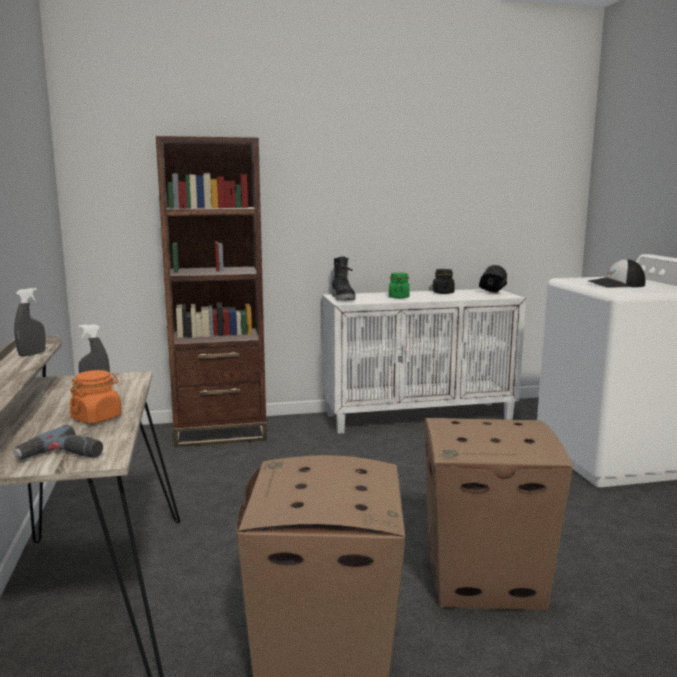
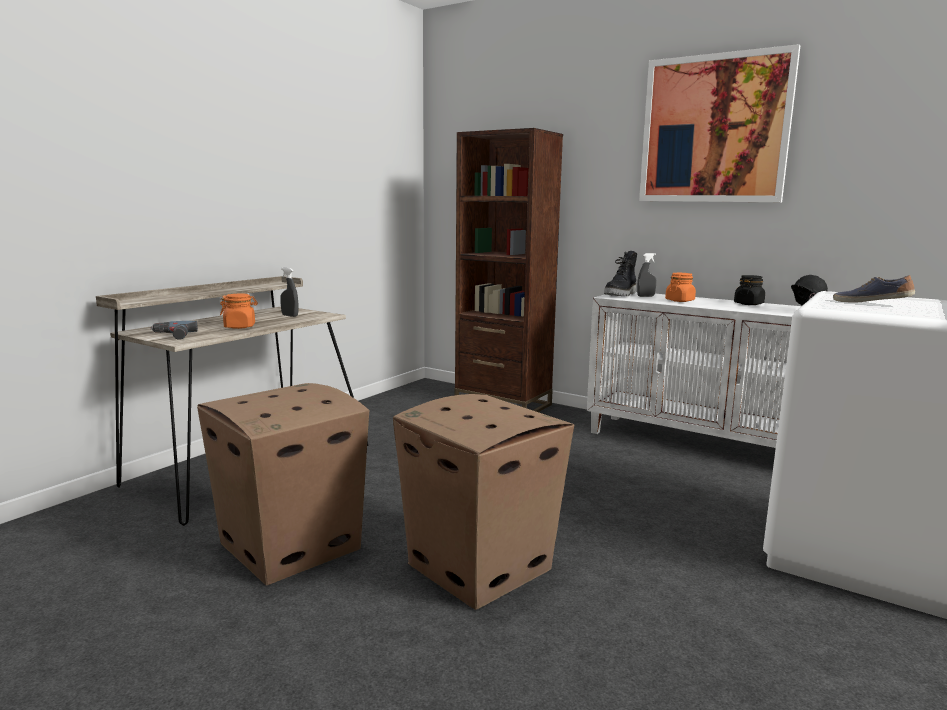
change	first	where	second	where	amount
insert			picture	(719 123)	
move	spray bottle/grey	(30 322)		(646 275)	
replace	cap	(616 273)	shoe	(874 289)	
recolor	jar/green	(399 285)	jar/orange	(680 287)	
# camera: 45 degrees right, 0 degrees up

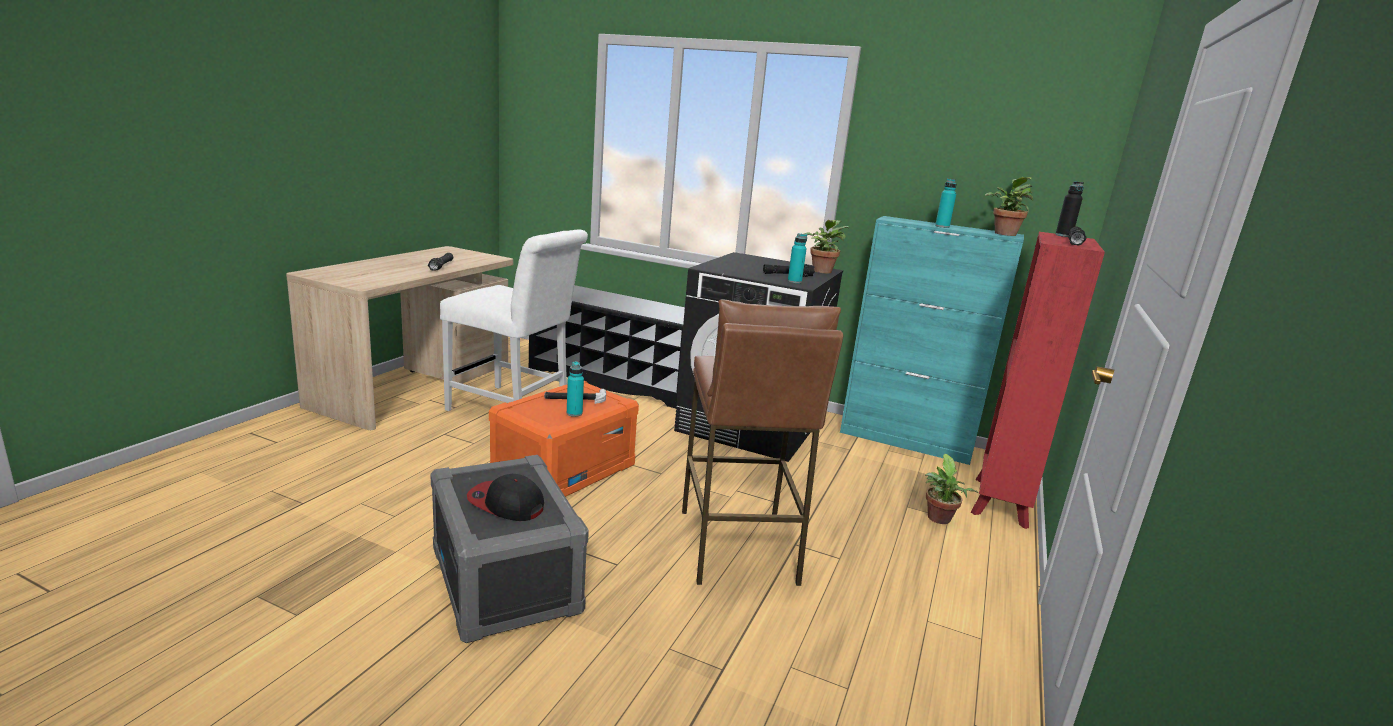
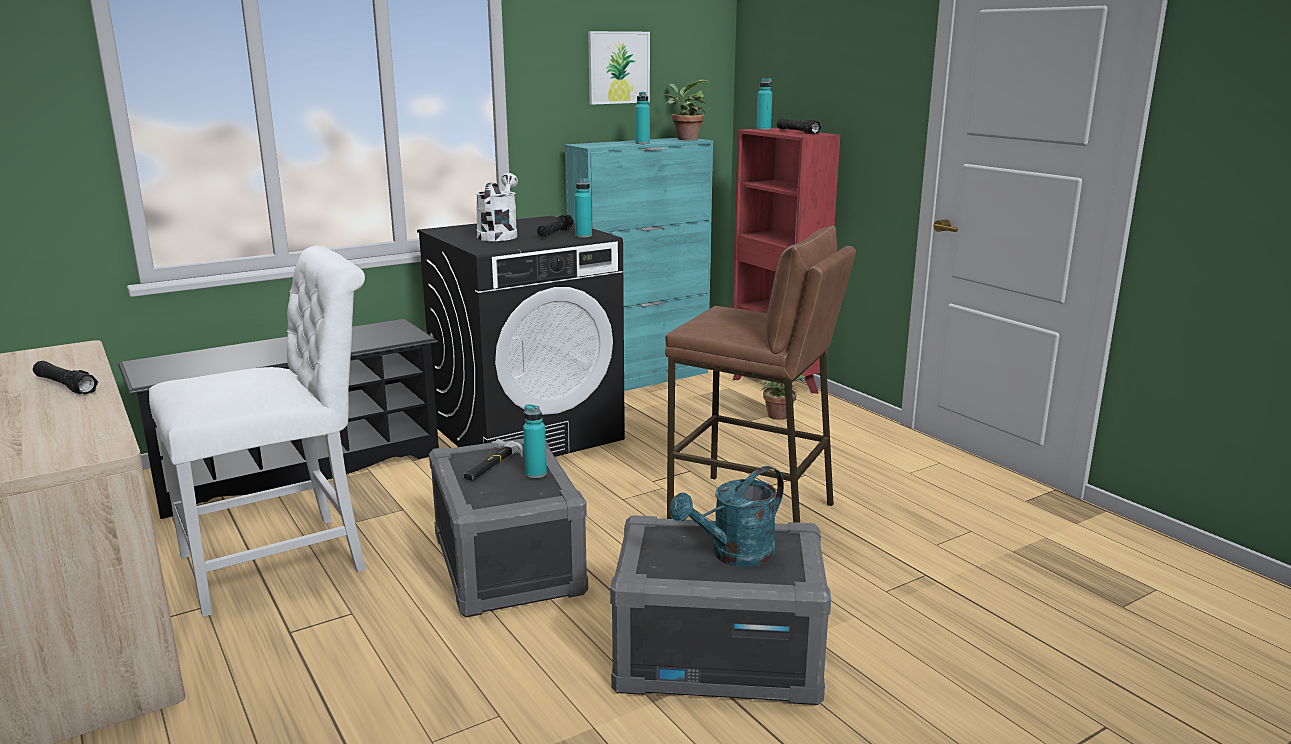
change	first	where	second	where	amount
delete	potted plant	(826 247)			
insert			watering can/white	(496 207)	
insert			picture	(619 68)	
replace	cap	(505 497)	watering can/turquoise	(727 516)	
recolor	storage box/orange	(564 439)	storage box/grey	(508 527)	
recolor	bottle/black	(1069 209)	bottle/turquoise	(764 104)	
# camera: 55 degrees left, 0 degrees up

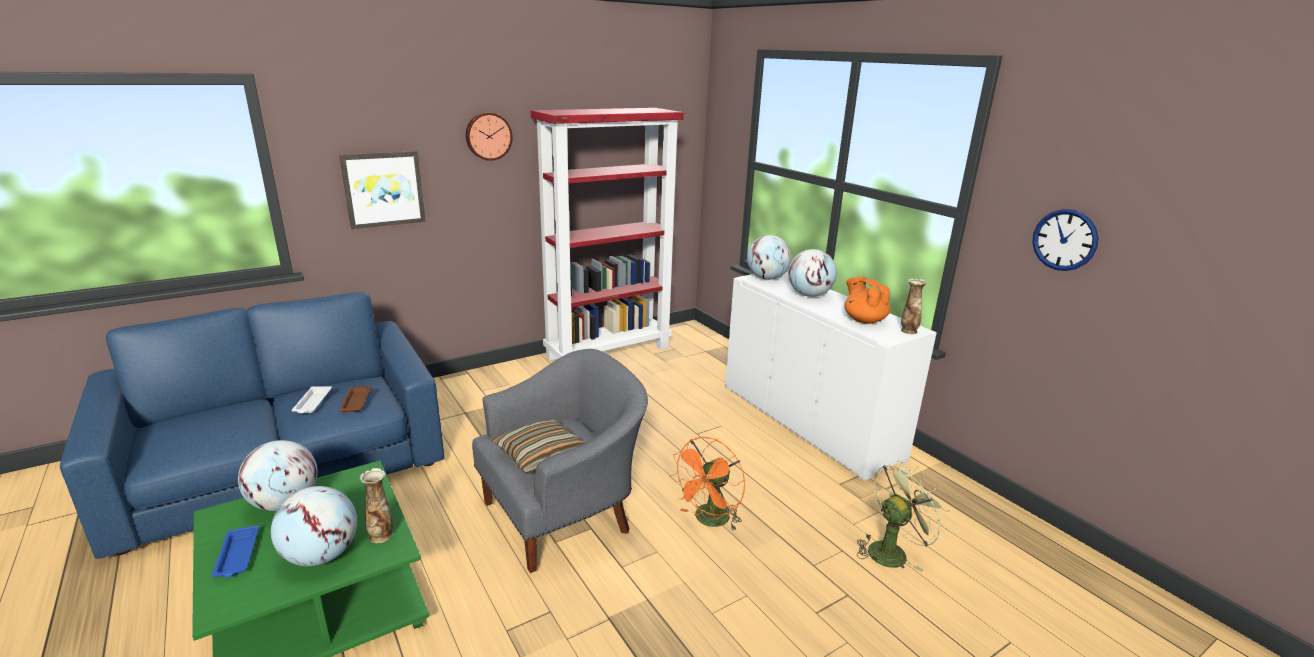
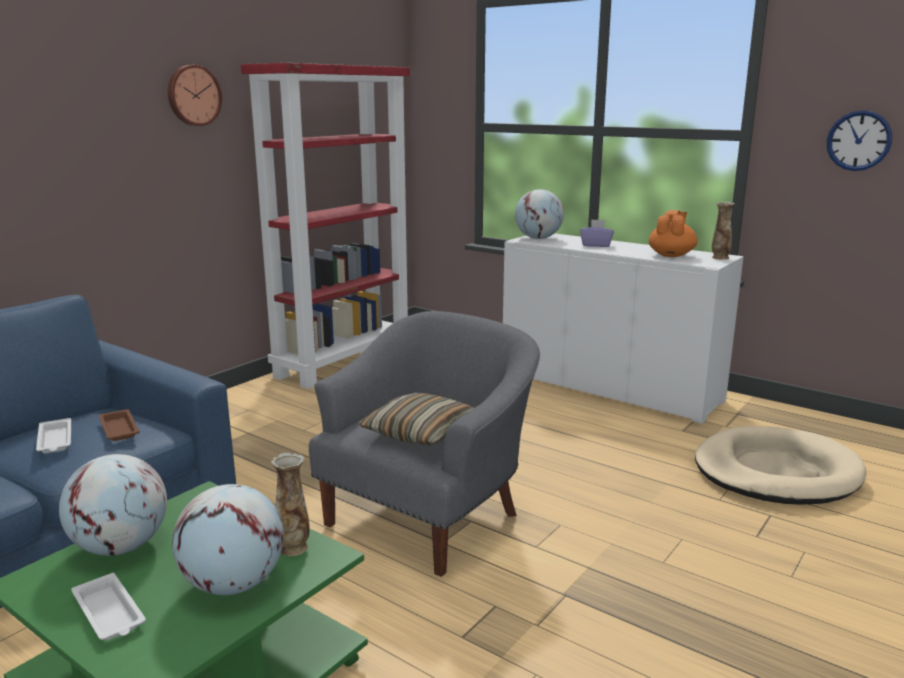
change	first	where	second	where	amount
delete	picture	(382 190)			
delete	fan/orange	(707 484)			
replace	globe	(812 273)	tissue box/purple	(597 233)	
replace	fan/green	(903 516)	dog bed/beige	(780 465)	
recolor	tray/blue	(235 551)	tray/white	(108 606)	
rotate	teapot/orange	(867 300)		(673 233)	75 degrees clockwise
# camera: 20 degrees left, 5 degrees down

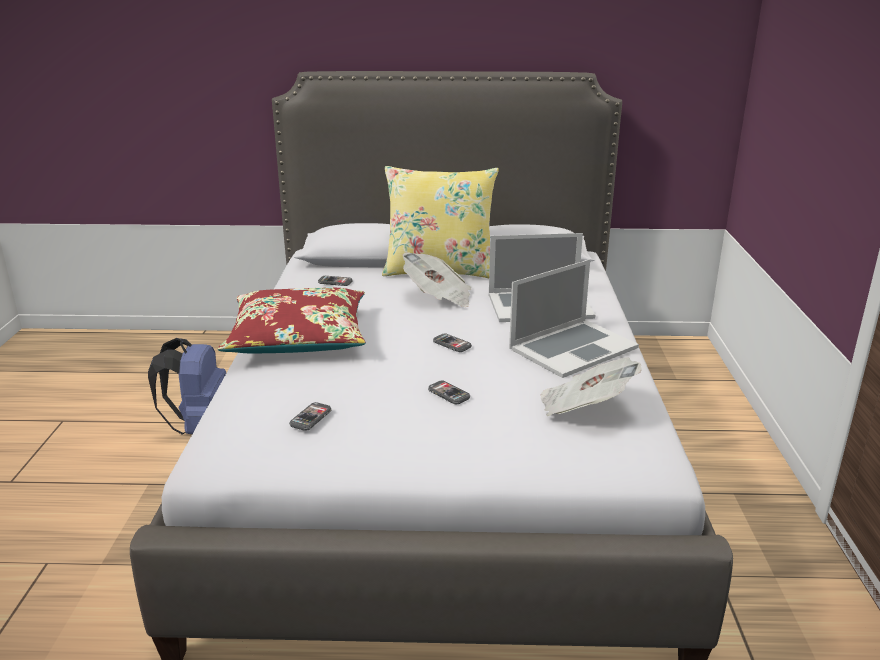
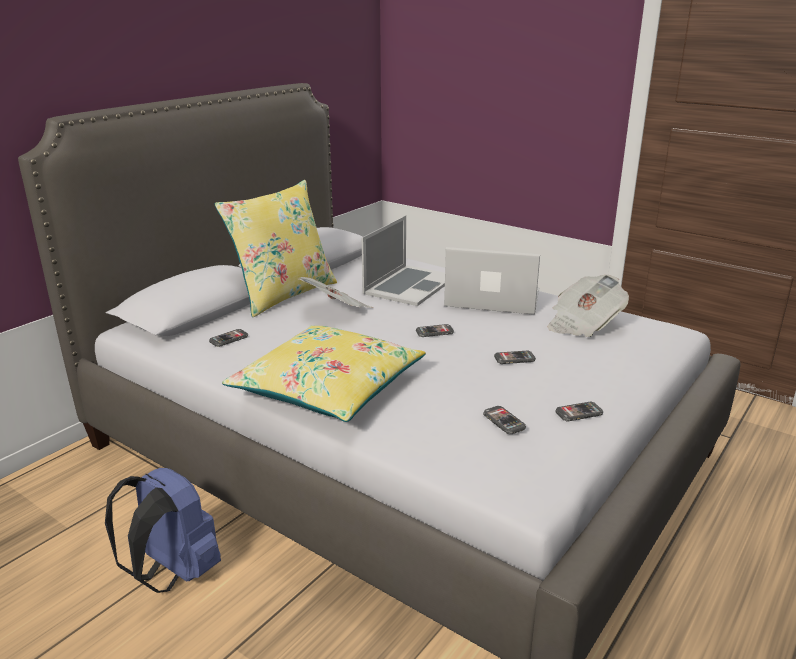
change	first	where	second	where	amount
insert			phone	(579 411)	
recolor	pillow/red	(292 320)	pillow/yellow	(324 373)	
rotate	laptop	(574 318)		(492 281)	75 degrees counterclockwise
# camera: 55 degrees left, 0 degrees up

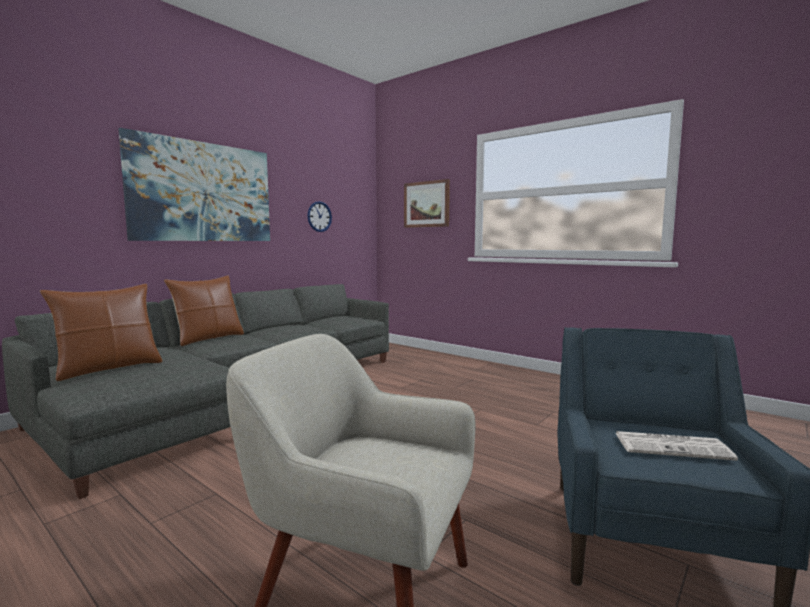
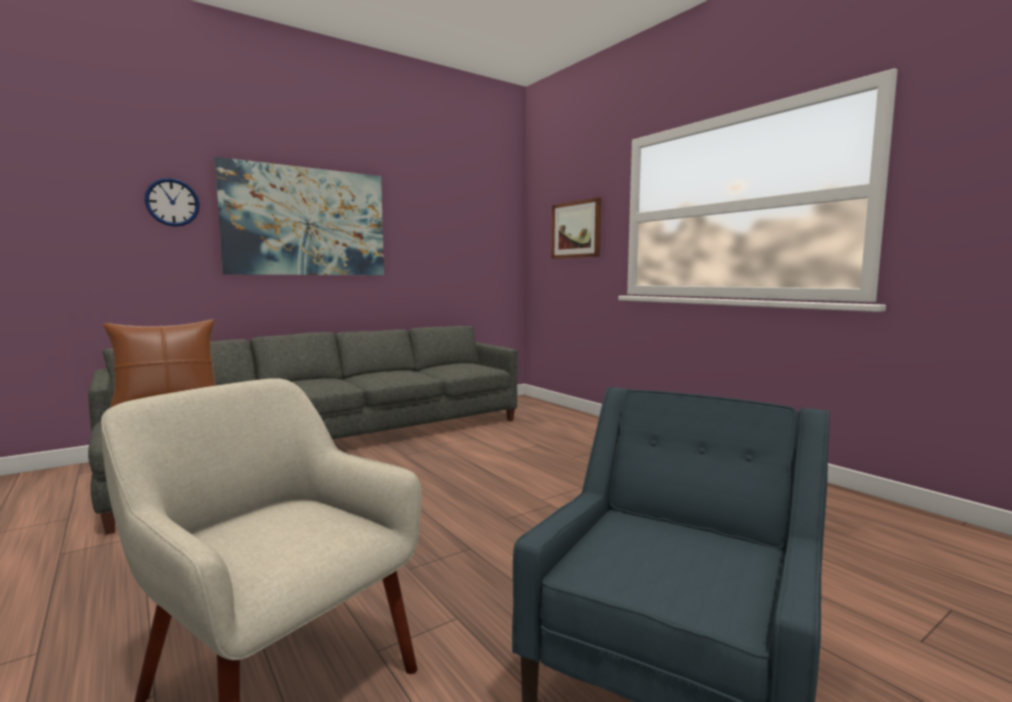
change	first	where	second	where	amount
delete	pillow/brown	(204 310)			
delete	newspaper	(676 446)			
move	wall clock	(320 216)		(172 202)	
# camera: 15 degrees right, 0 degrees up

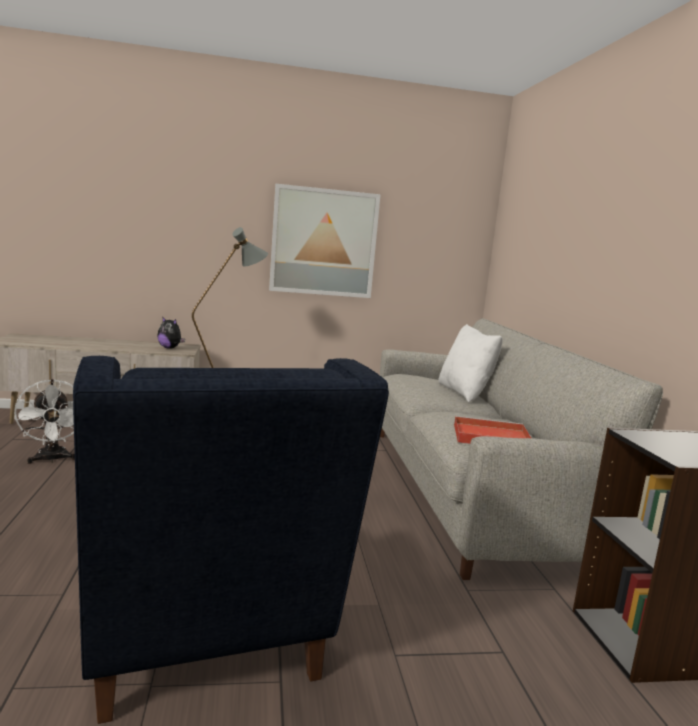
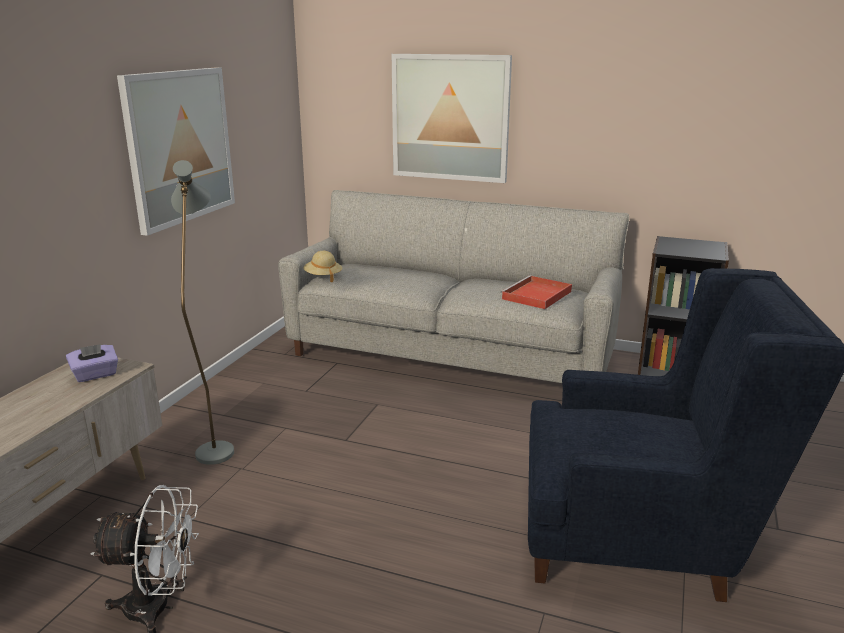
change	first	where	second	where	amount
delete	pillow/white	(470 363)			
insert			hat/beige	(322 266)	
insert			picture	(452 118)	
replace	plush toy	(171 332)	tissue box/purple	(92 363)	
# camera: 60 degrees left, 10 degrees up

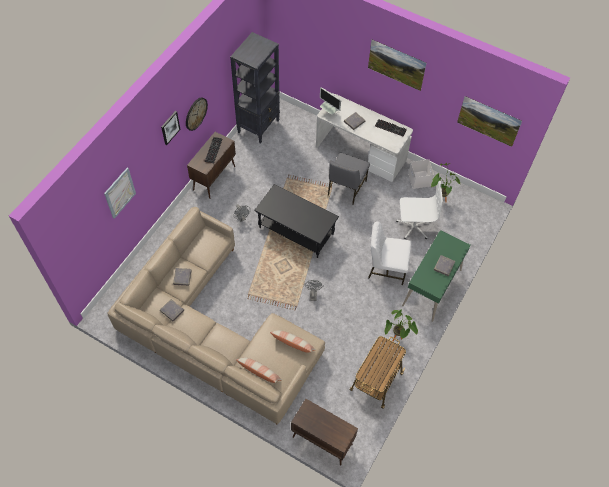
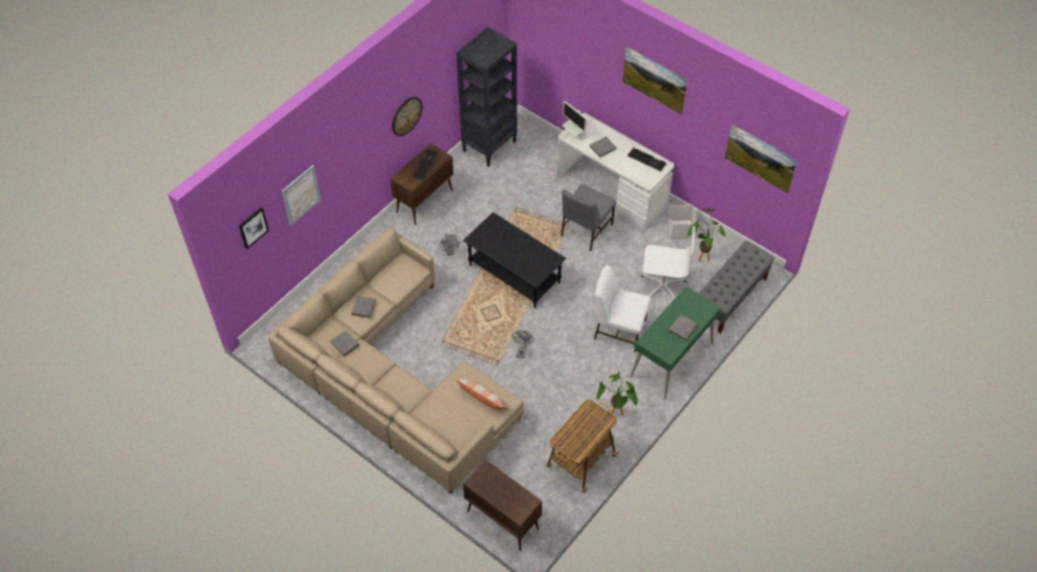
change	first	where	second	where	amount
delete	pillow	(259 370)			
insert			bench/grey	(737 287)	
move	picture	(170 128)		(254 228)	
# camera: 10 degrees right, 5 degrees down

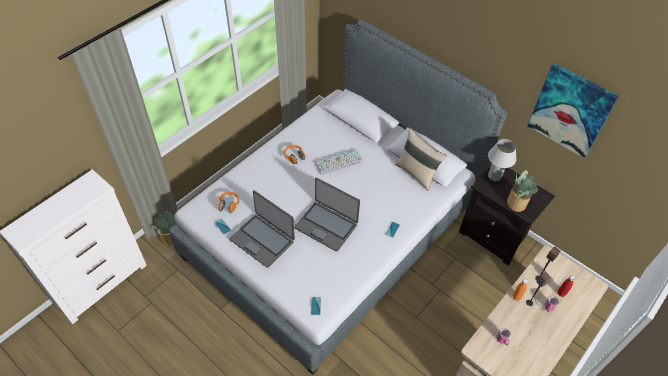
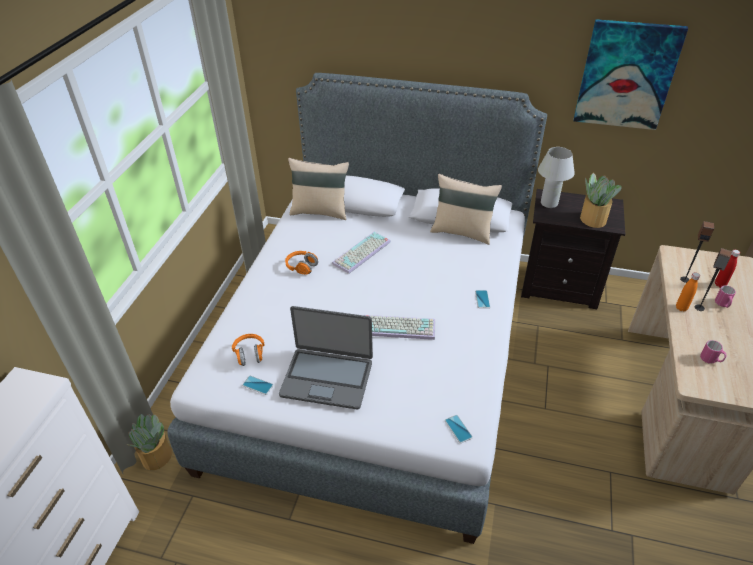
change	first	where	second	where	amount
insert			pillow/beige	(318 189)	
replace	laptop	(327 215)	keyboard	(399 327)	
# camera: 25 degrees left, 10 degrees down

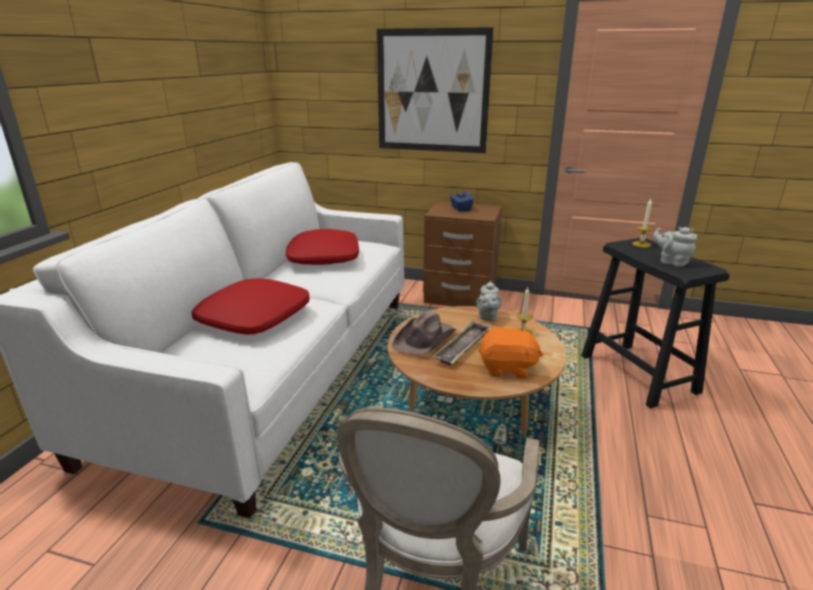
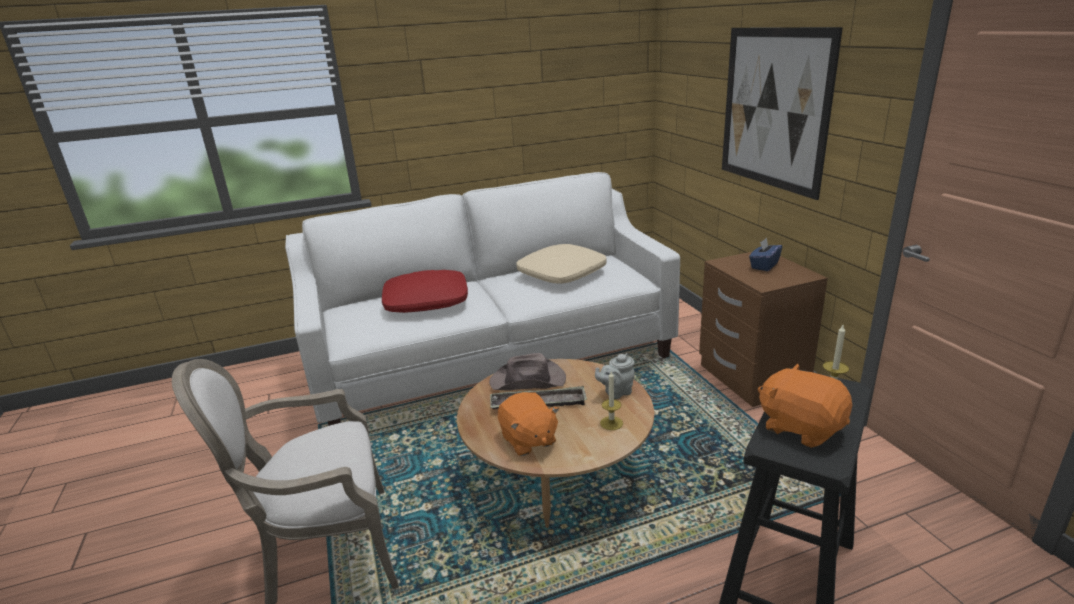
change	first	where	second	where	amount
replace	teapot/grey	(675 247)	plush toy/orange	(805 405)	
recolor	pillow/red	(322 247)	pillow/beige	(561 264)	
# camera: 55 degrees right, 0 degrees up

